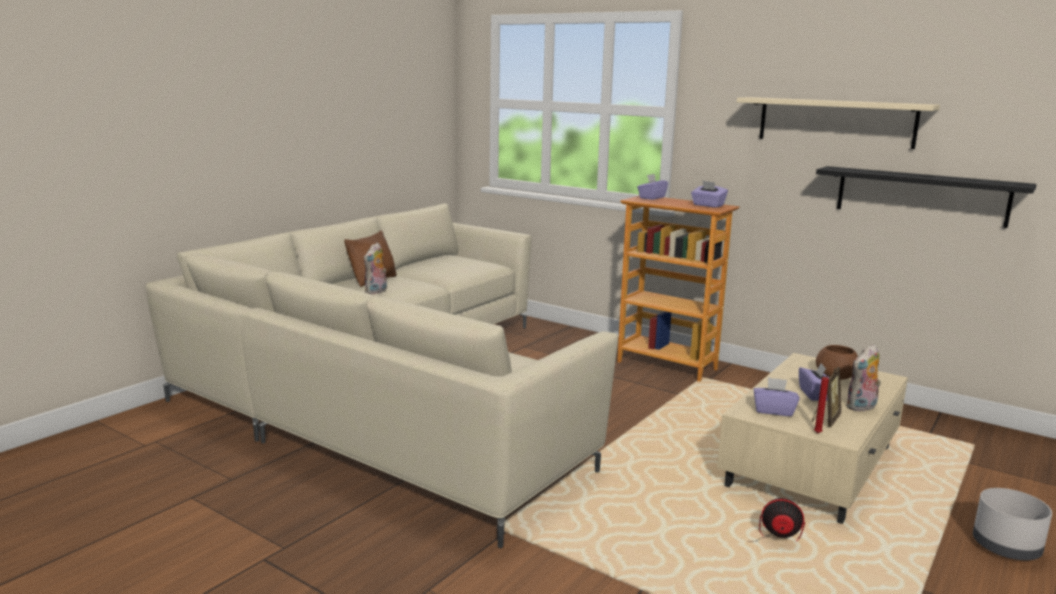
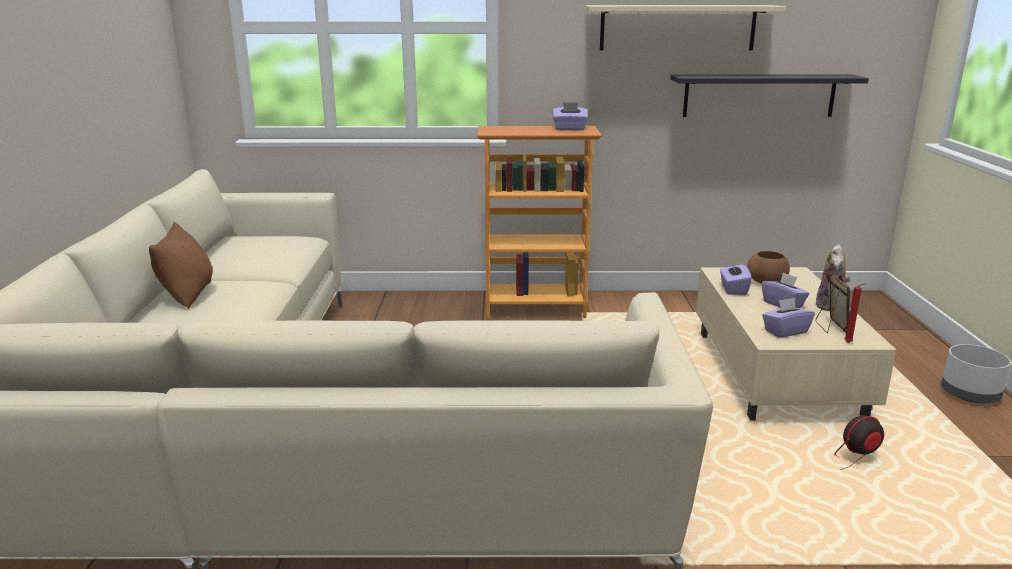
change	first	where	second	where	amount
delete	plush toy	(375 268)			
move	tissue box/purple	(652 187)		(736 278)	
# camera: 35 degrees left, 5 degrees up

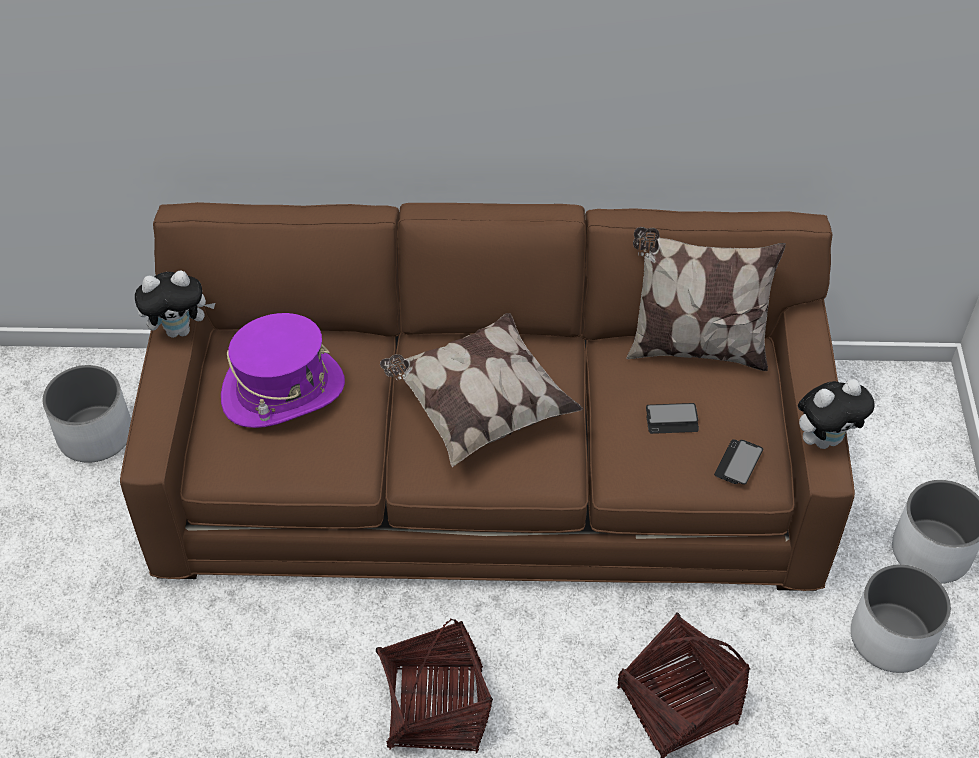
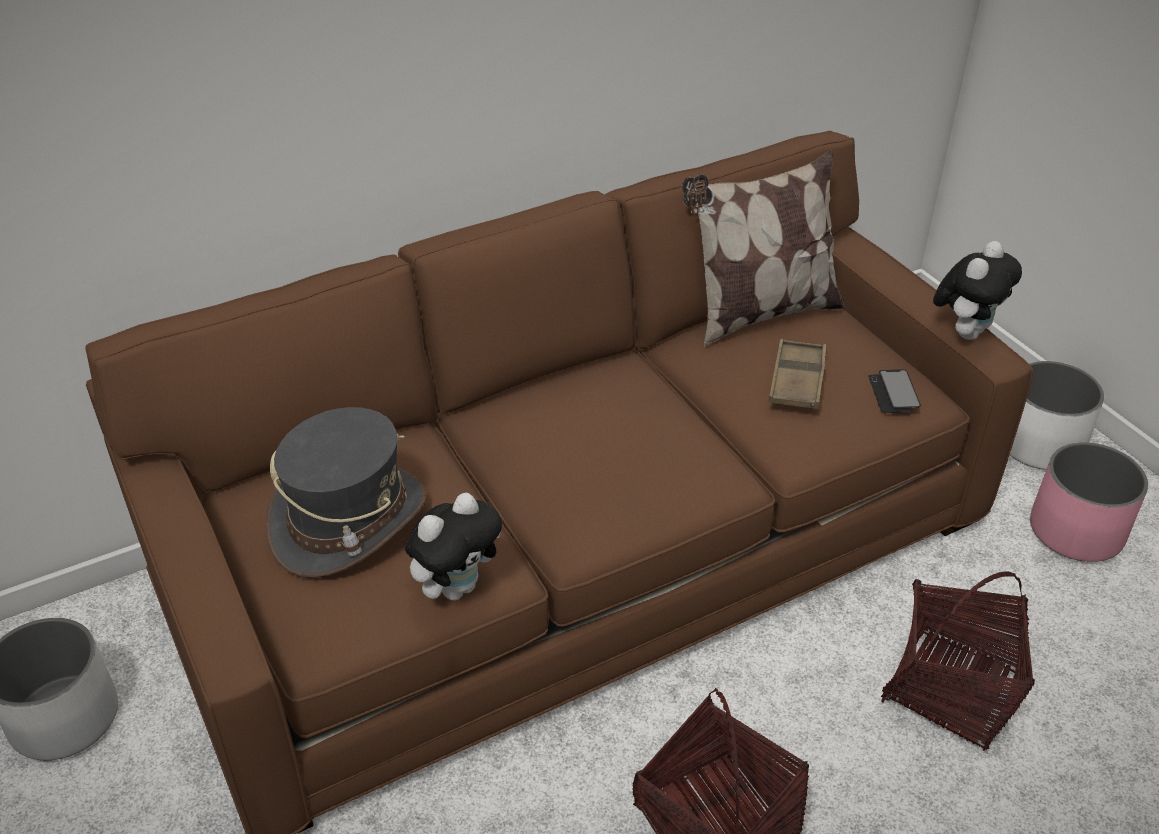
change	first	where	second	where	amount
delete	pillow	(482 390)			
move	plush toy	(175 304)		(453 546)	
replace	phone	(672 418)	tray/brown	(798 374)	
recolor	hat/purple	(283 370)	hat/grey	(346 492)	
recolor	planter/white	(901 619)	planter/pink	(1089 502)	
# camera: 30 degrees left, 10 degrees down

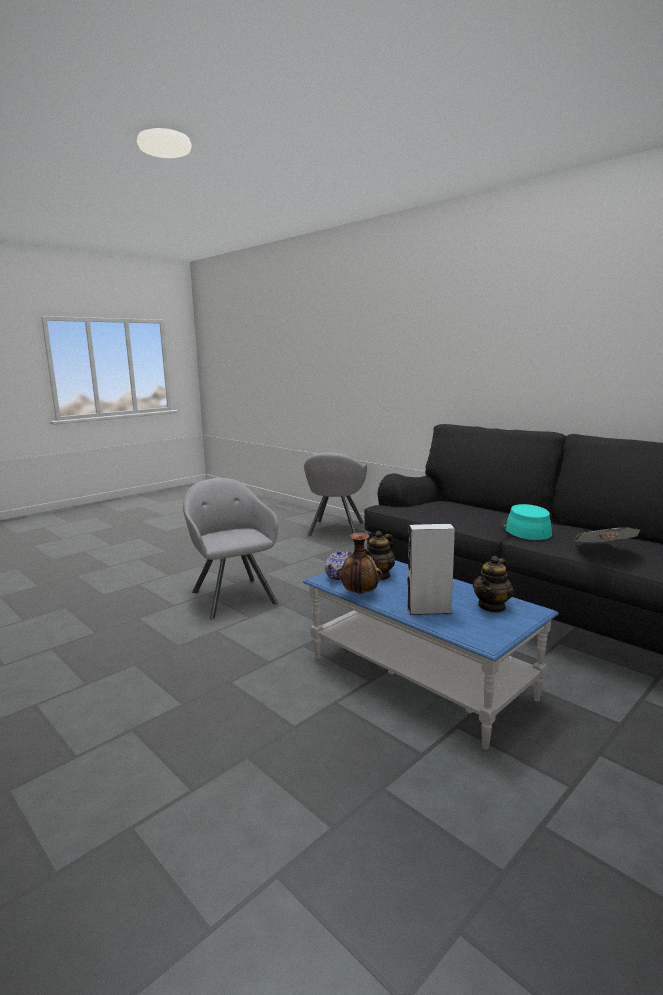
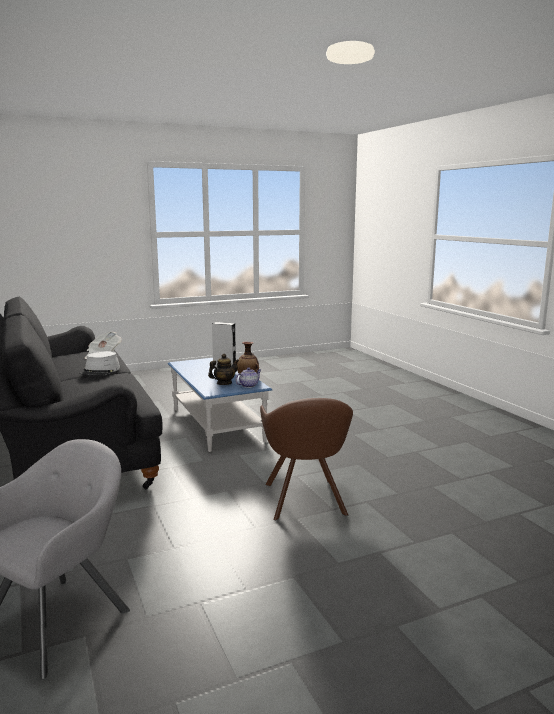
change	first	where	second	where	amount
delete	teapot	(493 584)			
recolor	armchair/grey	(231 549)	armchair/brown	(306 459)	
recolor	hat/turquoise	(526 522)	hat/grey	(99 363)	
# camera: 160 degrees left, 0 degrees up

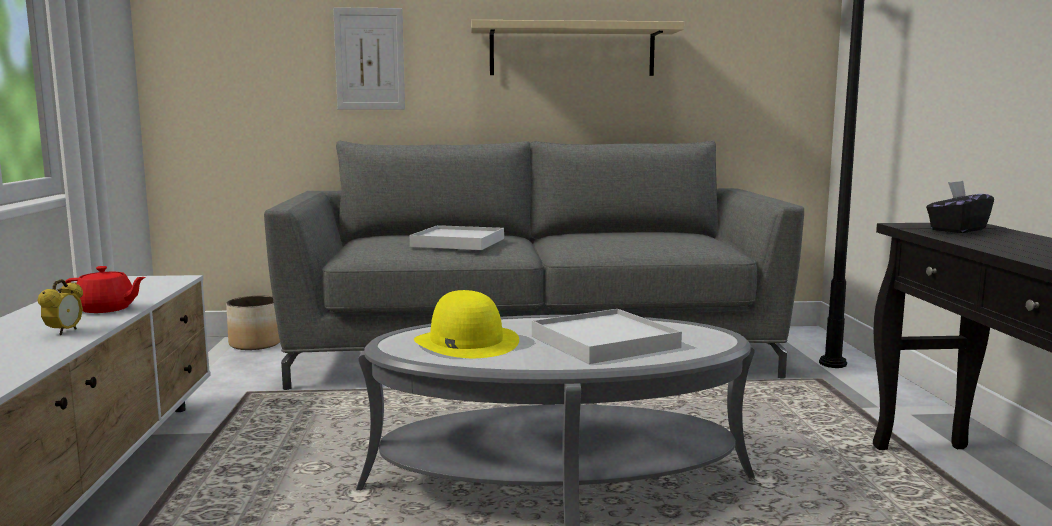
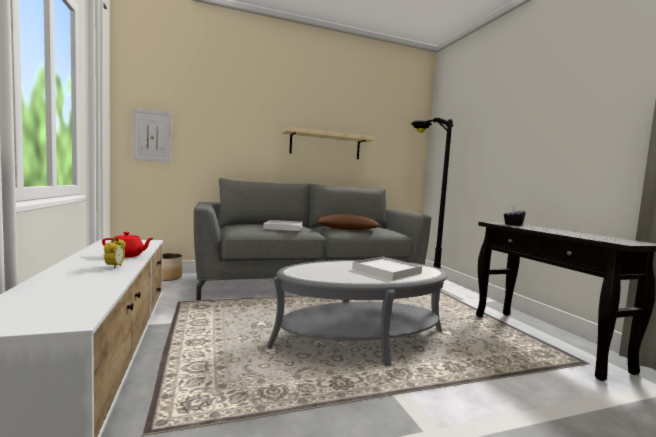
change	first	where	second	where	amount
delete	hat/yellow	(466 324)			
insert			pillow/brown	(349 222)	
move	picture	(369 58)		(152 135)	
# camera: 15 degrees left, 5 degrees down

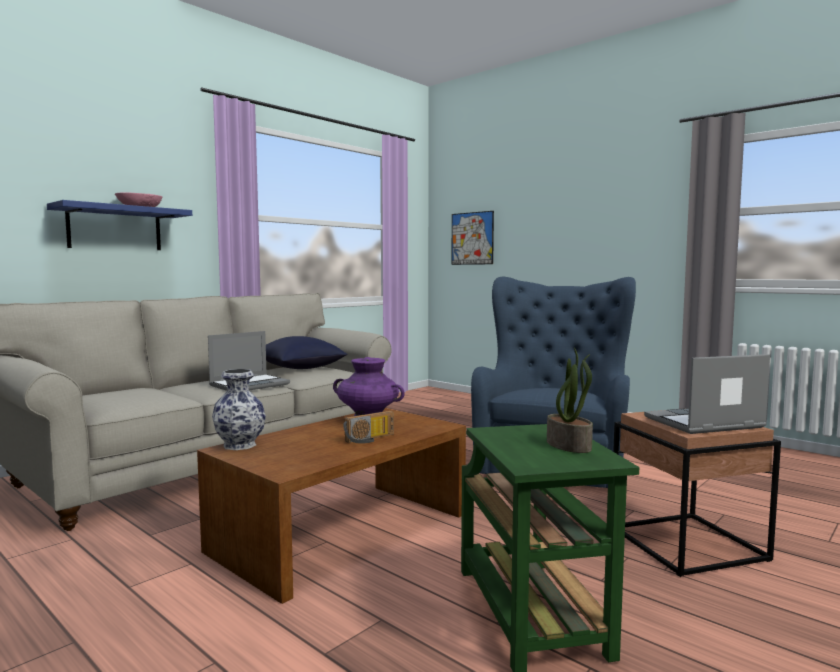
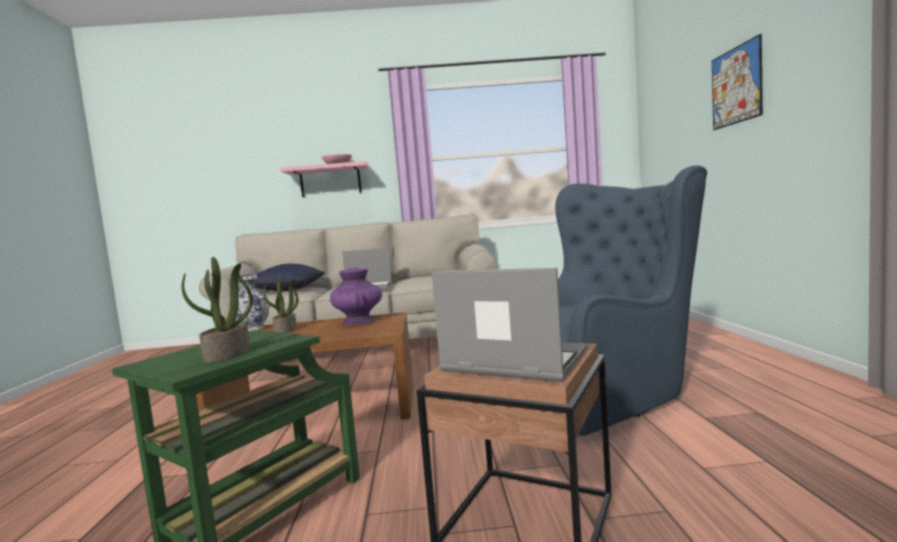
change	first	where	second	where	amount
delete	radio	(368 427)			
insert			potted plant	(281 304)	
move	pillow/blue	(307 352)		(290 277)	
move	picture	(472 238)		(737 82)	
recolor	shelf/blue	(119 225)	shelf/pink	(324 179)	
# camera: 45 degrees right, 0 degrees up

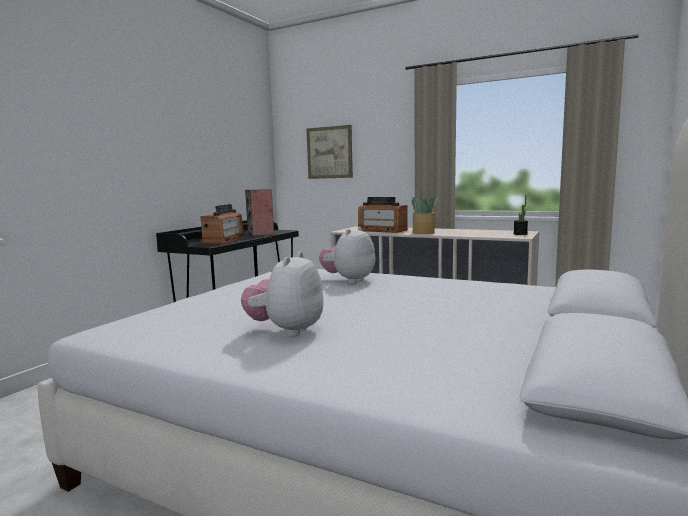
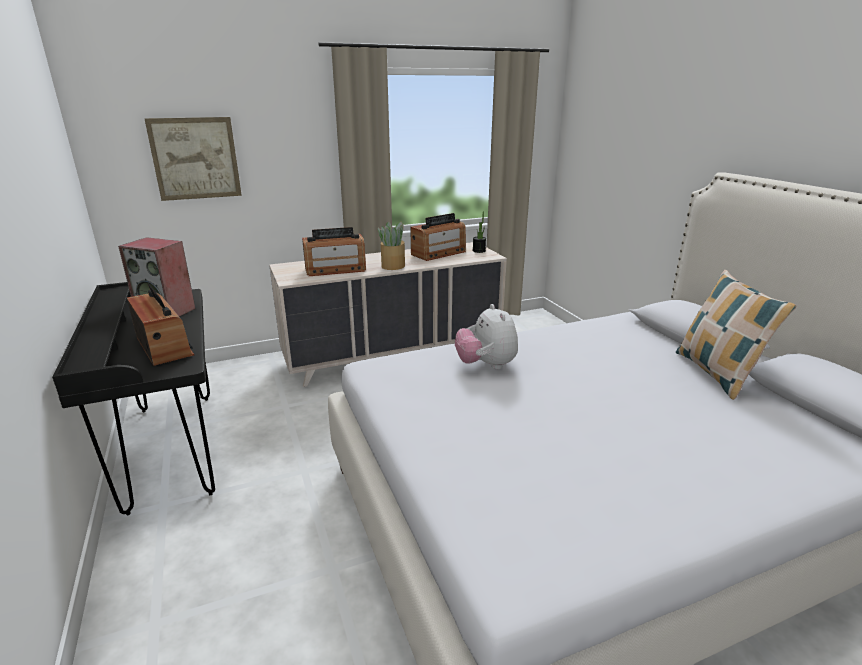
change	first	where	second	where	amount
delete	plush toy	(282 294)			
insert			radio	(438 237)	
insert			pillow	(736 335)	
# camera: 50 degrees left, 15 degrees up

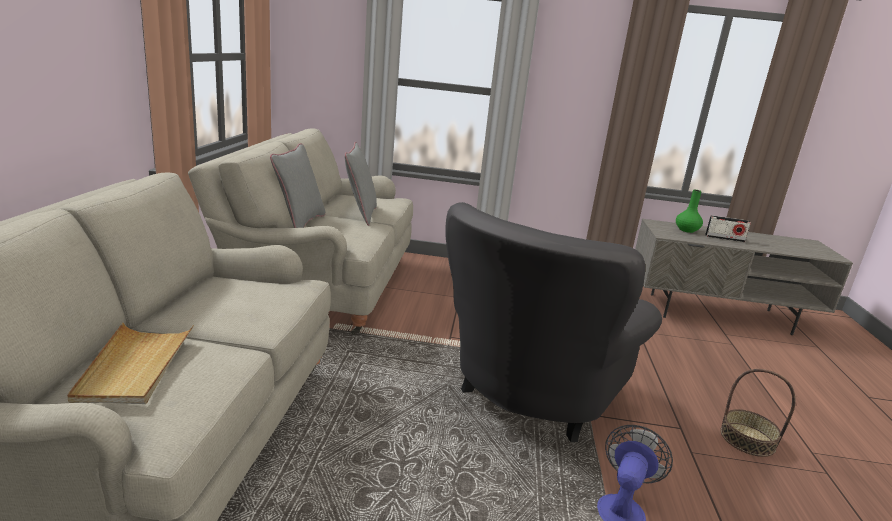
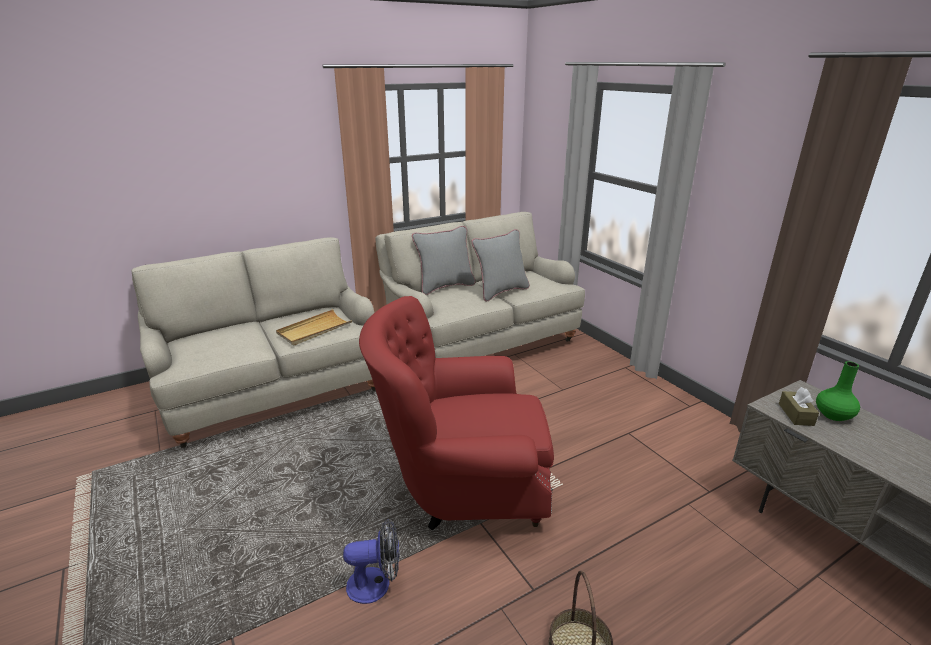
change	first	where	second	where	amount
delete	radio	(728 228)			
insert			tissue box/brown	(799 406)	
move	tray/beige	(130 363)		(314 327)	
recolor	armchair/grey	(553 322)	armchair/red	(456 413)	
# camera: 55 degrees right, 5 degrees up

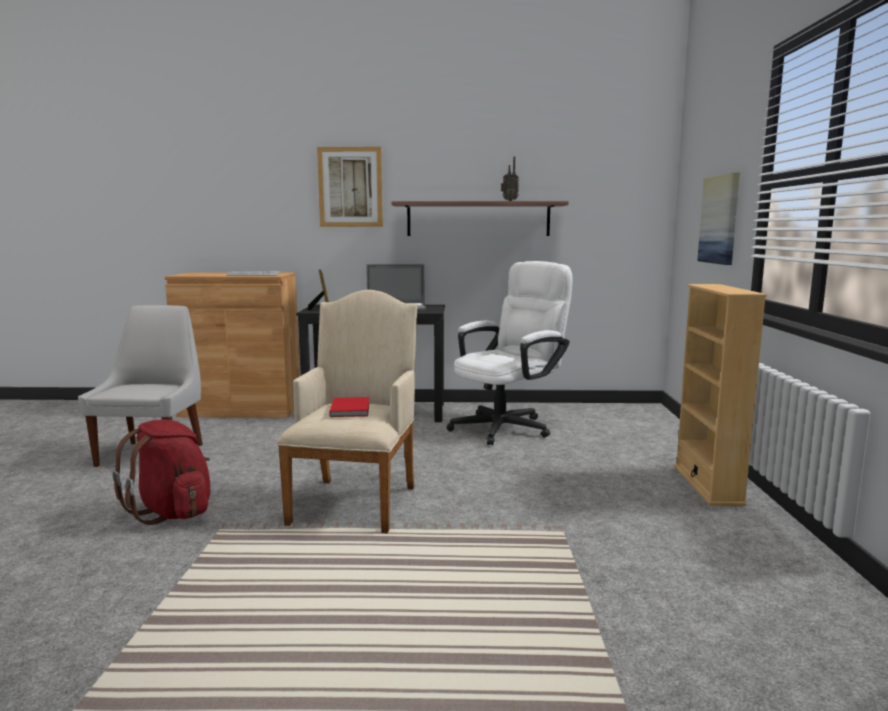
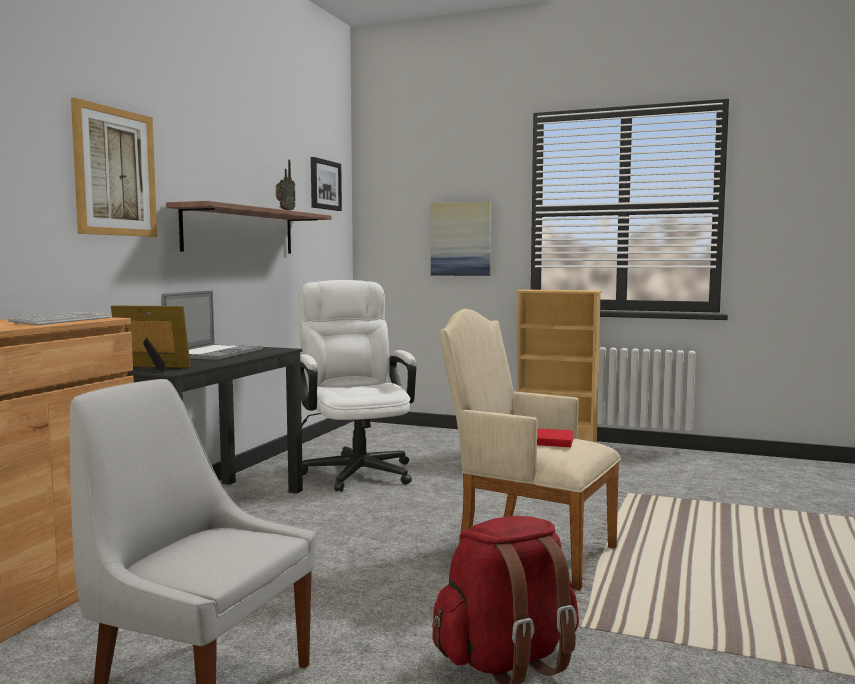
change	first	where	second	where	amount
insert			picture	(326 184)	
# camera: 70 degrees left, 5 degrees down

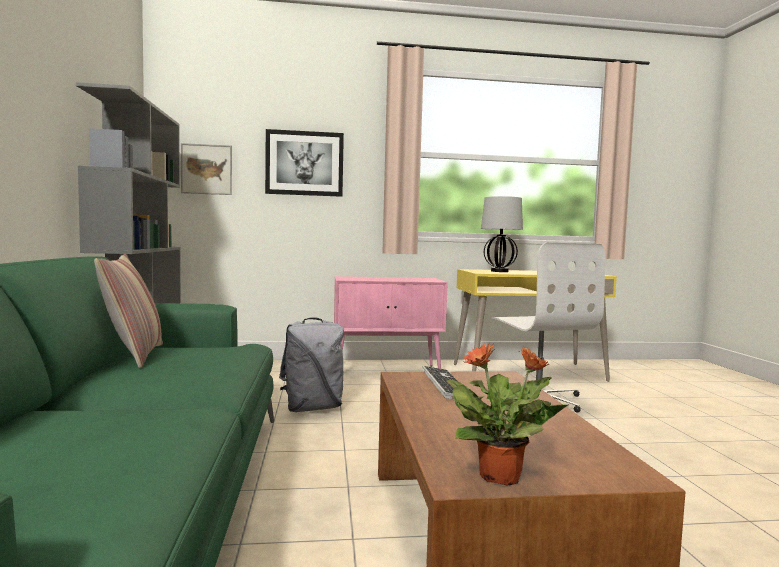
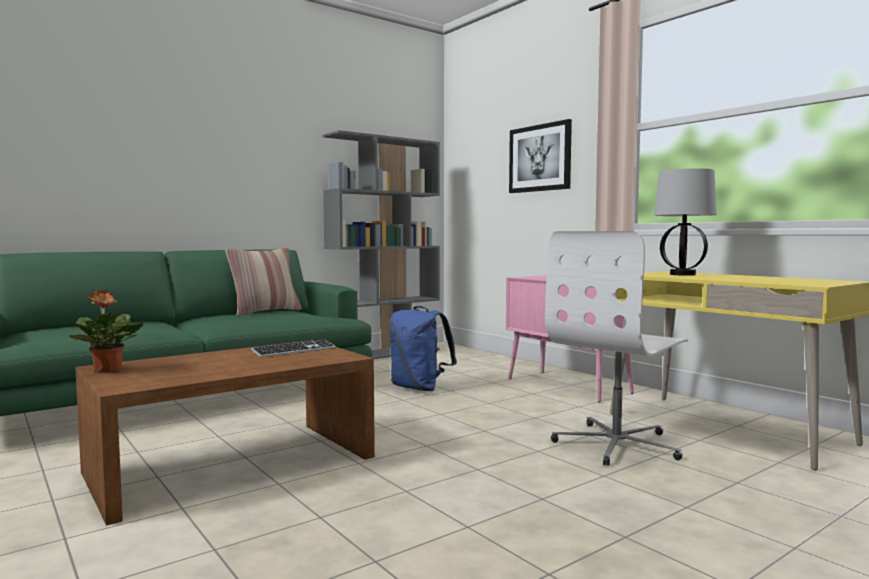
change	first	where	second	where	amount
delete	picture	(206 169)			
recolor	backpack/grey	(311 364)	backpack/blue	(423 348)	
# camera: 60 degrees right, 0 degrees up

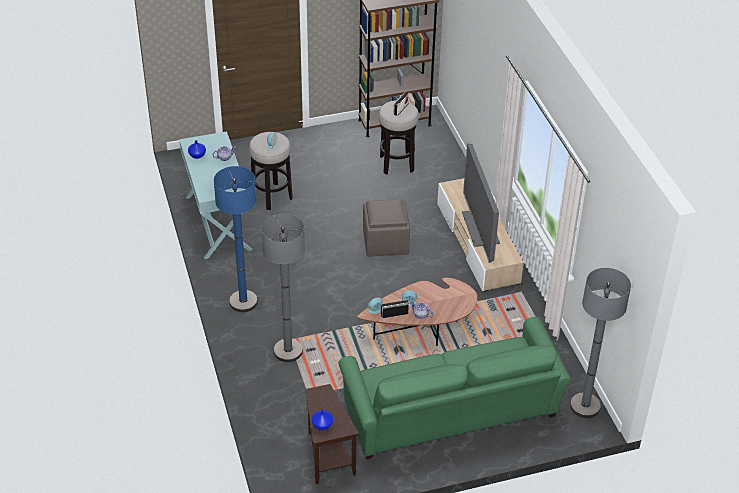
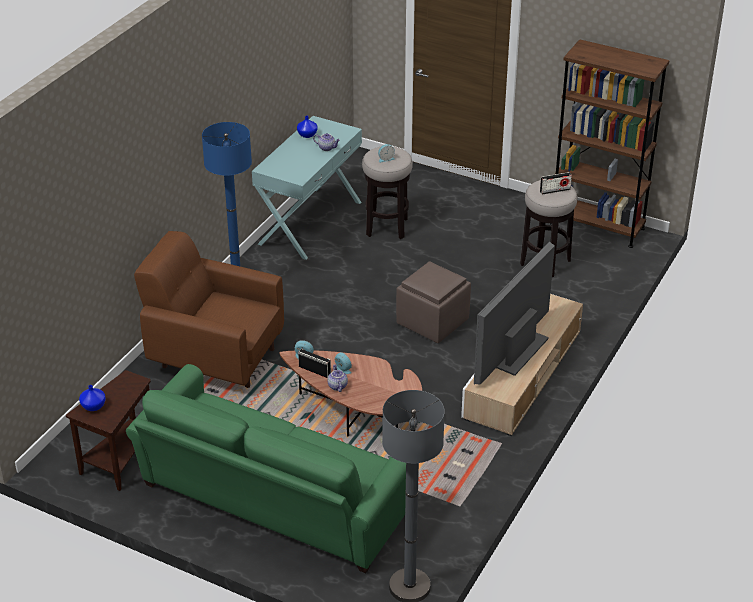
change	first	where	second	where	amount
replace	floor lamp/grey	(283 288)	armchair/brown	(209 309)	
# camera: 45 degrees right, 5 degrees down

